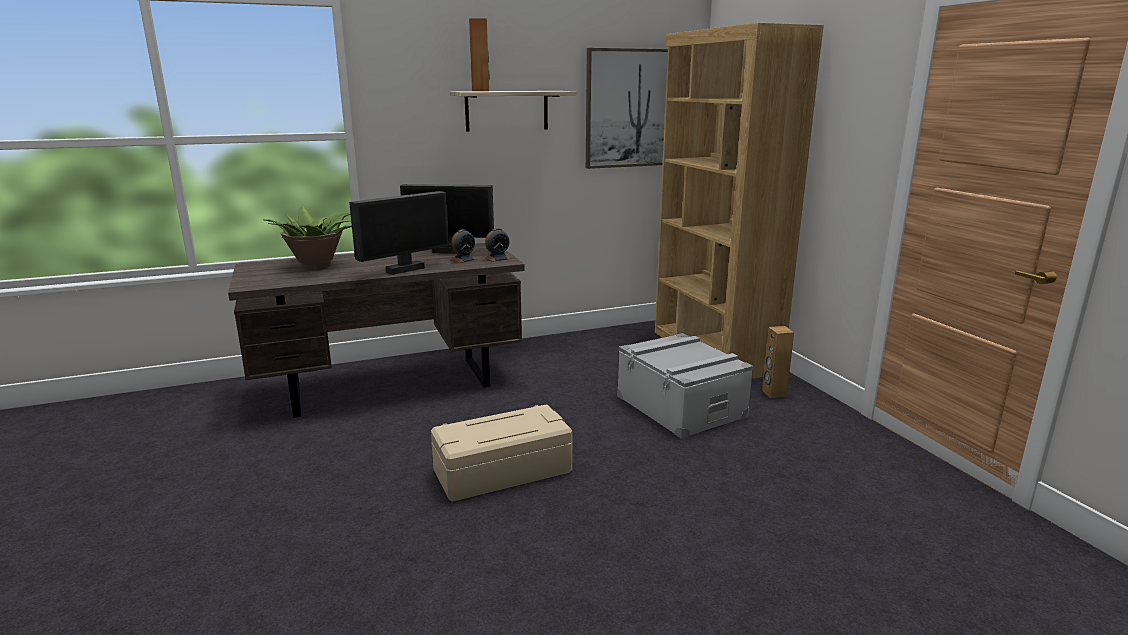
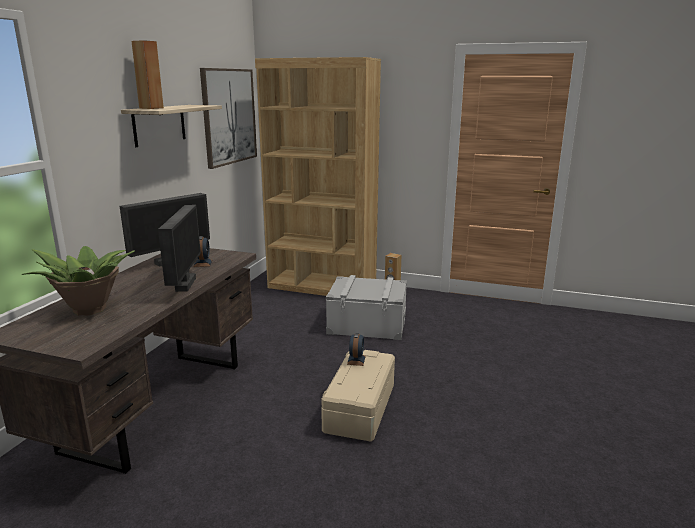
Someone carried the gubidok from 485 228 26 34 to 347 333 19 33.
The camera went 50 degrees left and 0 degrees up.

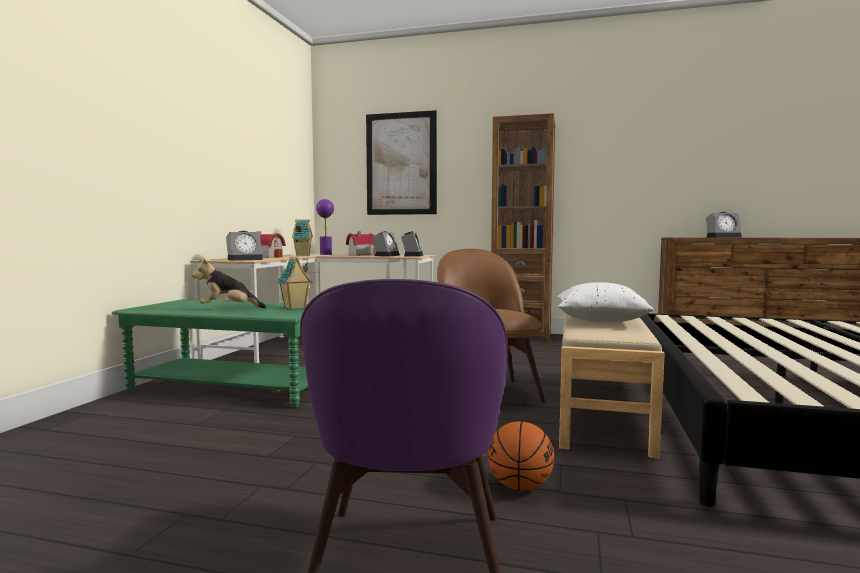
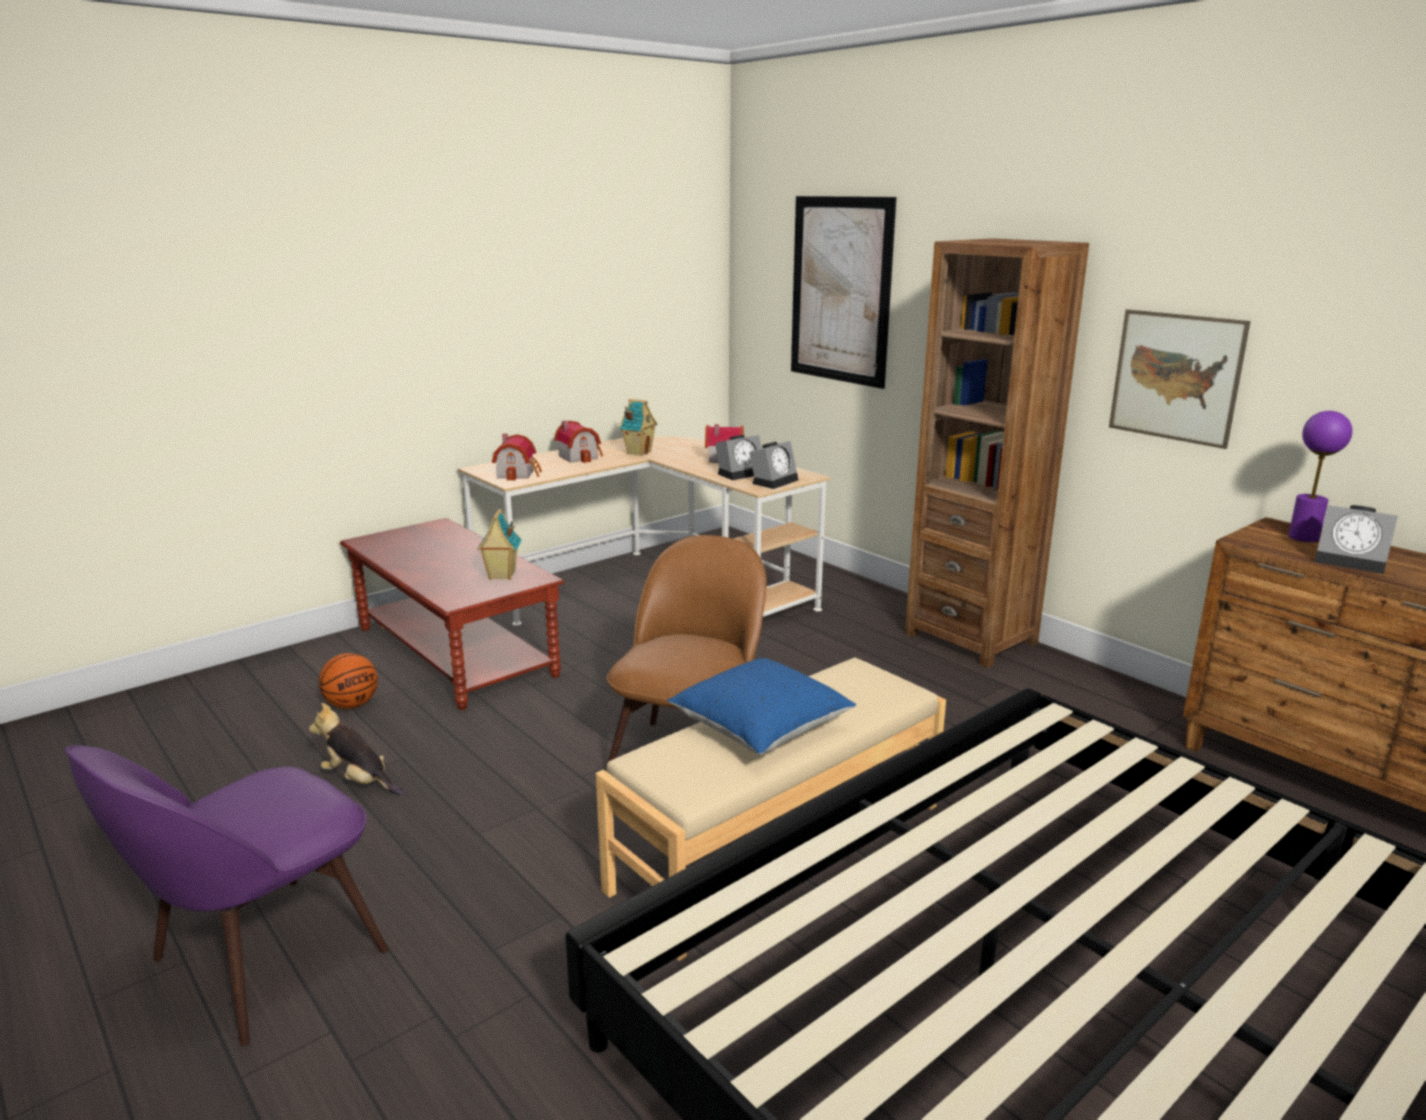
Someone put up the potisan at 1109 309 142 140.
Someone carried the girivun from 192 258 74 50 to 309 703 94 92.
Someone carried the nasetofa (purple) from 316 199 18 56 to 1288 411 64 131.
Someone carried the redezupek from 488 421 66 70 to 319 653 59 56.
Someone swapped the gubidok at 226 231 37 30 for the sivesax at 492 434 50 47.
Someone repainted the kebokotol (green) at 112 299 196 109, which became the kebokotol (brown) at 340 518 224 192.
Someone repainted the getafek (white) at 557 282 97 41, which became the getafek (blue) at 667 658 189 97.
The camera went 35 degrees right and 15 degrees up.

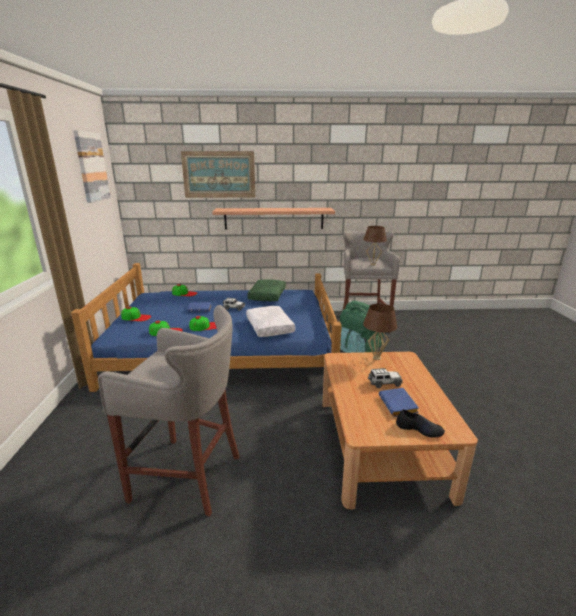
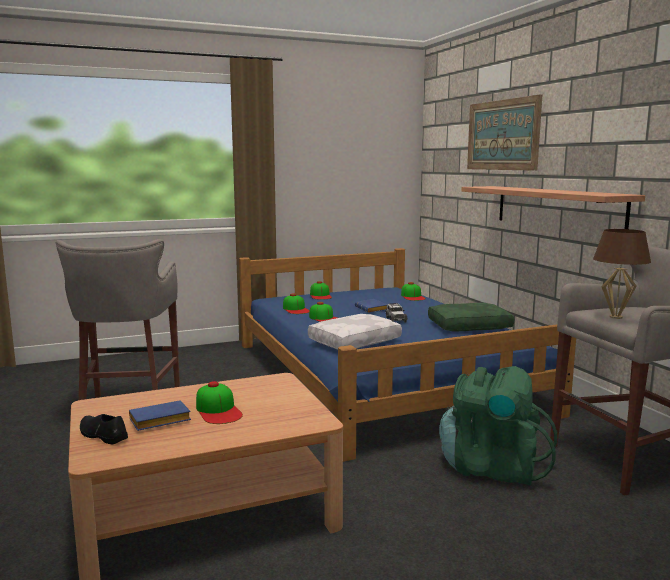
Someone took away the potisan at 73 130 38 73.
Someone took away the nasetofa (brown) at 363 304 34 56.
Someone swapped the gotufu at 368 368 35 20 for the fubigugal at 196 381 47 43.
Someone rotated the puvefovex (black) at 396 409 49 29 by 120 degrees clockwise.
The camera went 70 degrees right and 10 degrees down.

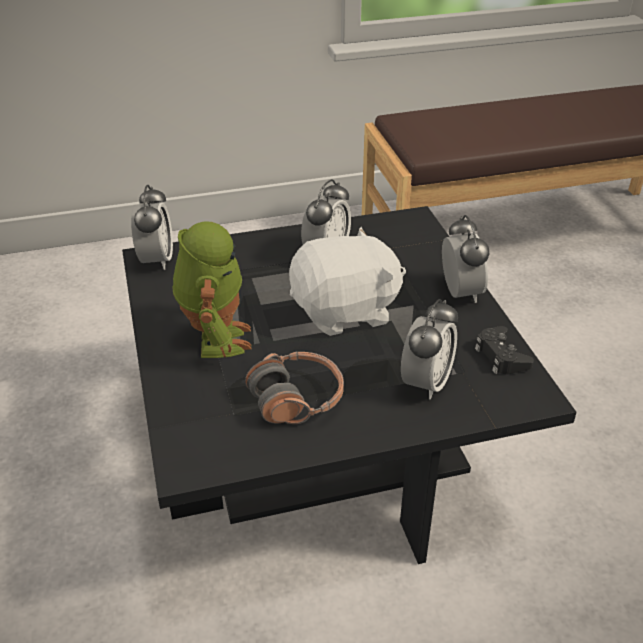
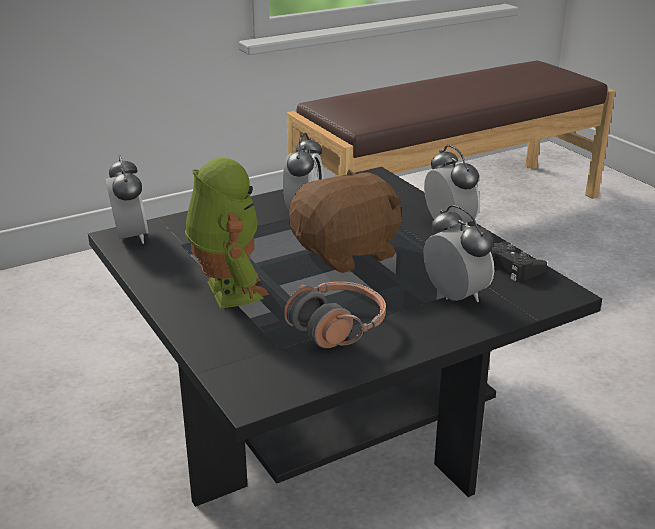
Someone repainted the girivun (white) at 289 227 117 109, which became the girivun (brown) at 289 169 113 104.
Someone rotated the gubidok at 401 299 57 101 by 45 degrees counterclockwise.
The camera went 15 degrees left and 10 degrees down.

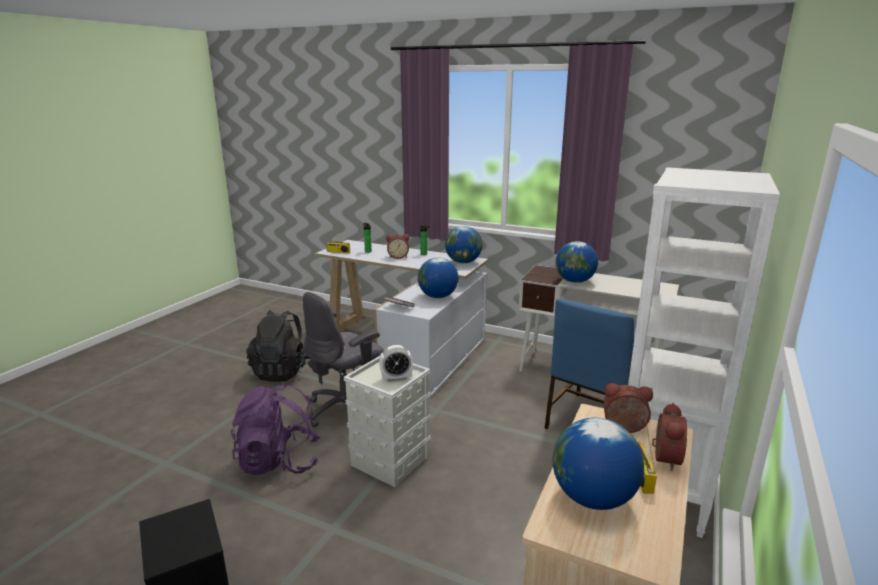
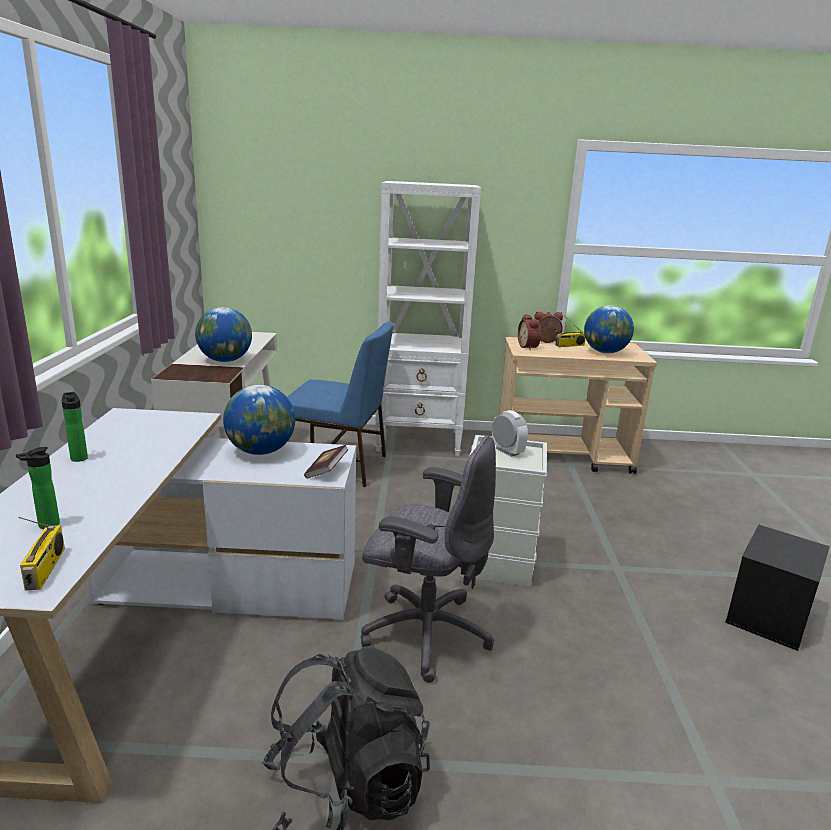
Someone took away the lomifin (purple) at 230 383 91 92.
Someone took away the gubidok at 386 234 23 25.
Someone took away the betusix at 445 226 37 37.
The camera went 115 degrees left and 0 degrees up.

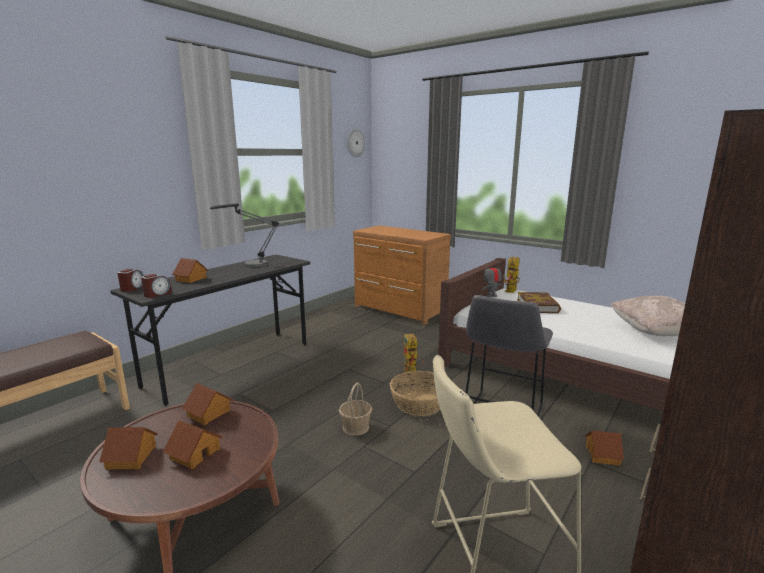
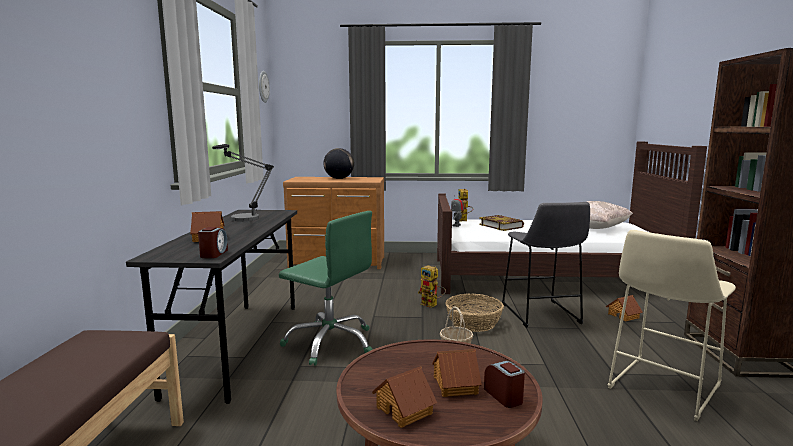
Someone took away the sivesax at 182 383 52 42.
Someone put down the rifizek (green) at 279 211 94 155.
Someone put down the betusix at 324 148 30 31.
Someone carried the gubidok from 117 269 27 23 to 484 361 41 47.
The camera went 35 degrees left and 5 degrees down.

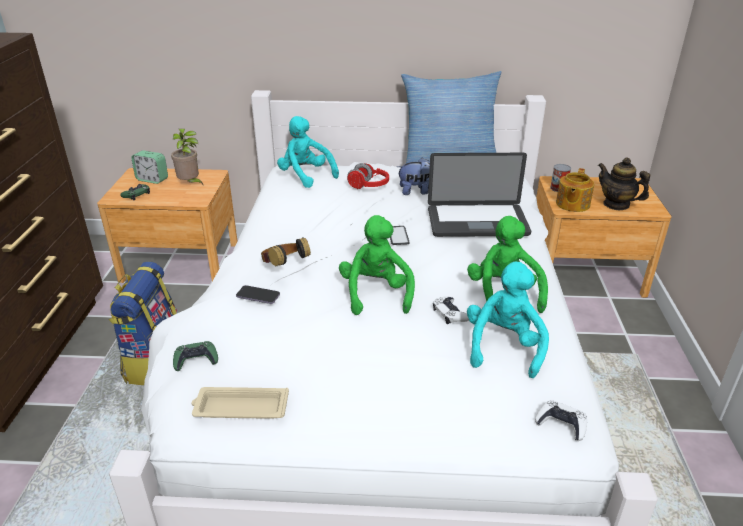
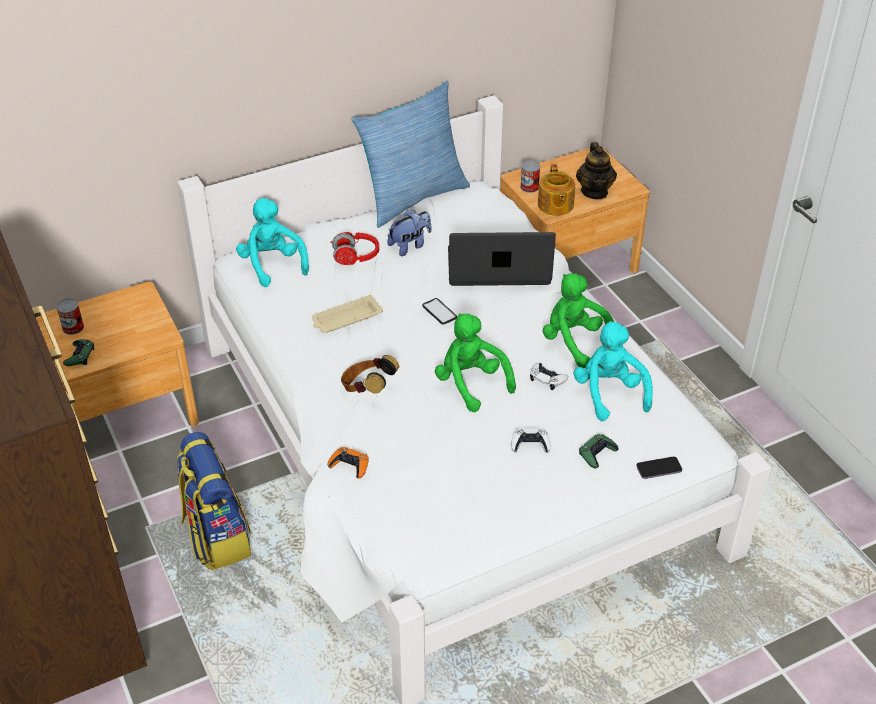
Someone took away the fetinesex at 171 129 33 57.
Someone put down the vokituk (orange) at 327 447 42 32.
Someone carried the vokituk (green) from 173 341 45 30 to 579 434 39 34.
Someone carried the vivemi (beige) from 191 387 98 32 to 312 295 71 38.
Someone carried the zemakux from 236 285 44 19 to 636 456 46 23.
Someone carried the vokituk (white) from 535 400 52 41 to 511 429 40 24.
Someone swapped the gubidok at 131 150 37 34 for the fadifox at 56 298 28 37.
Someone rotated the girivun (turquoise) at 277 116 62 72 by 45 degrees clockwise.
Someone rotated the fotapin at 428 153 103 84 by 150 degrees counterclockwise.
Someone rotated the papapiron at 598 157 52 53 by 105 degrees counterclockwise.
The camera went 30 degrees left and 10 degrees up.

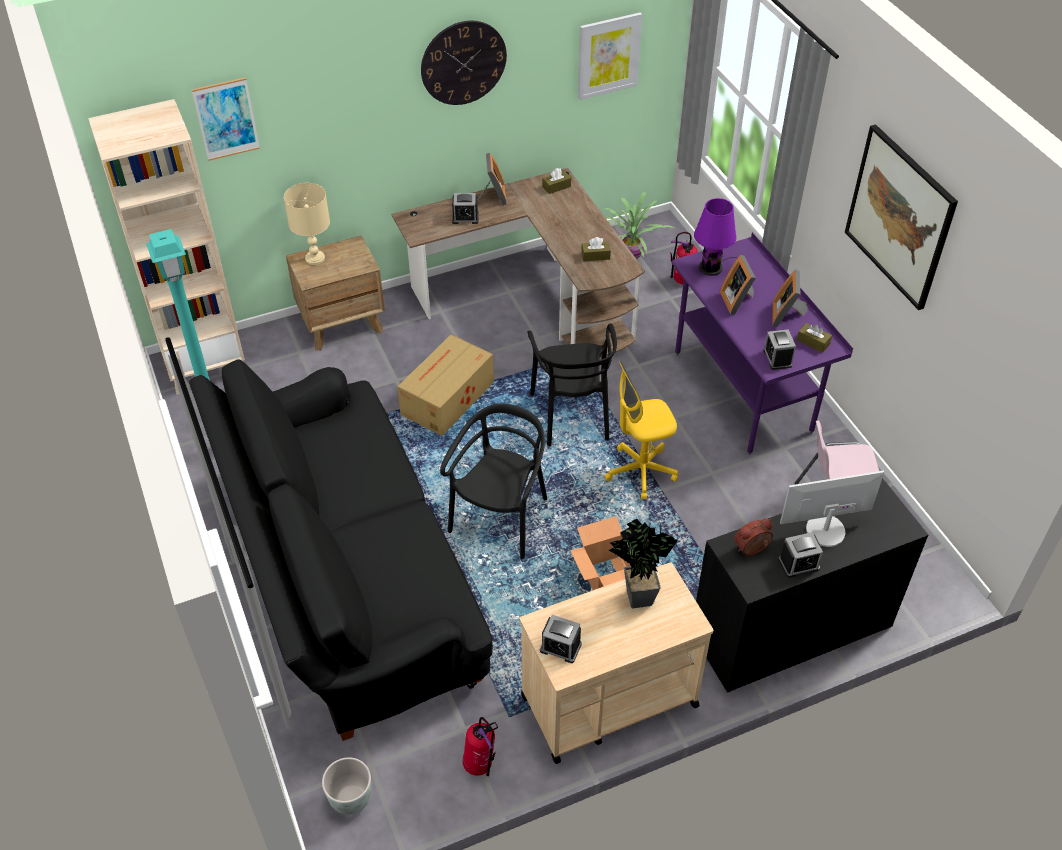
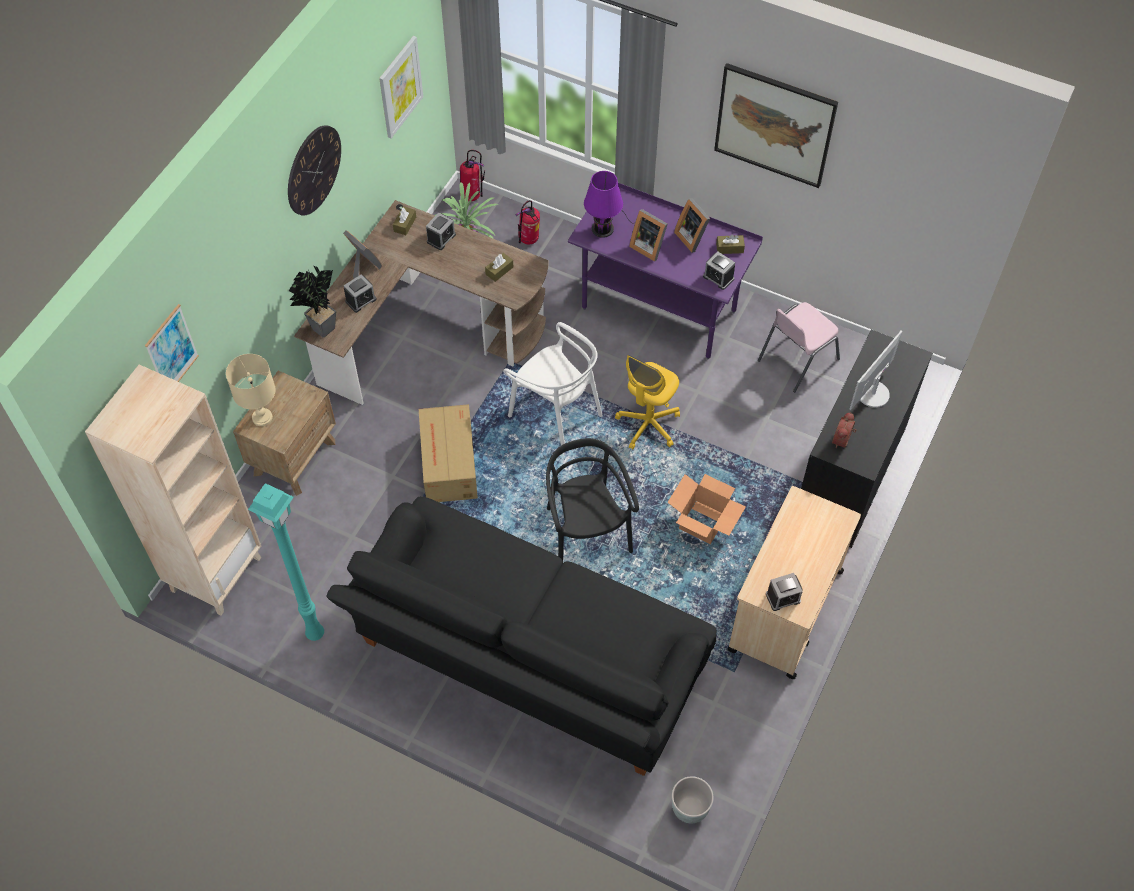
Someone carried the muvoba from 463 717 35 59 to 460 150 25 52.
Someone carried the fetinesex from 608 519 70 89 to 289 266 47 72.
Someone carried the gubidok from 778 532 45 46 to 426 213 30 37.
Someone repainted the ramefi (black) at 528 323 89 123, which became the ramefi (white) at 503 322 100 123.
The camera went 40 degrees left and 10 degrees up.

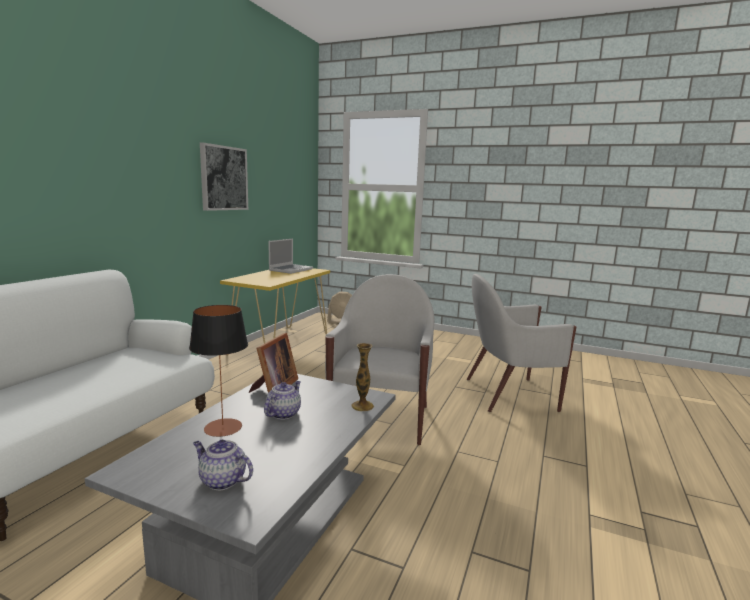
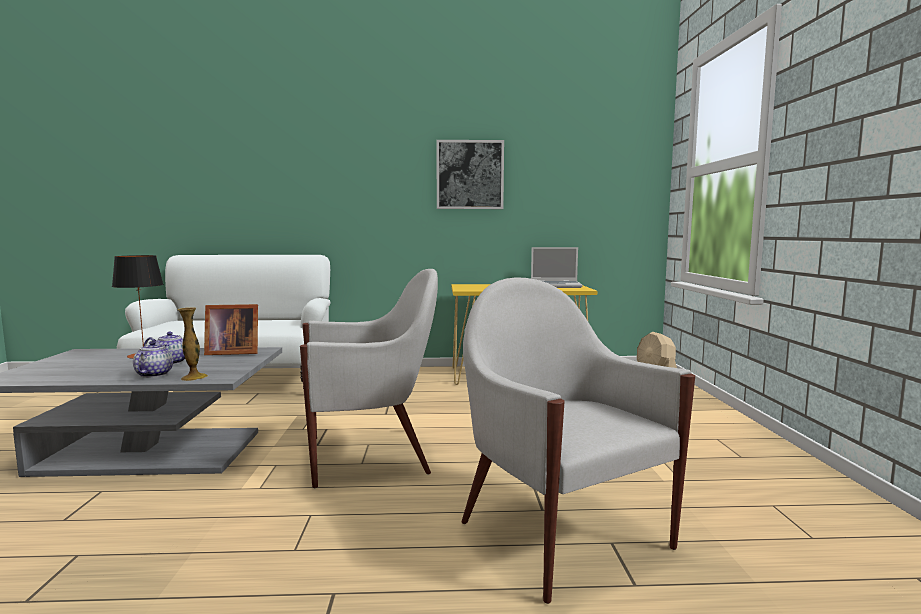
Someone carried the papapiron from 193 440 60 50 to 133 341 40 37.
The camera went 65 degrees right and 5 degrees down.

